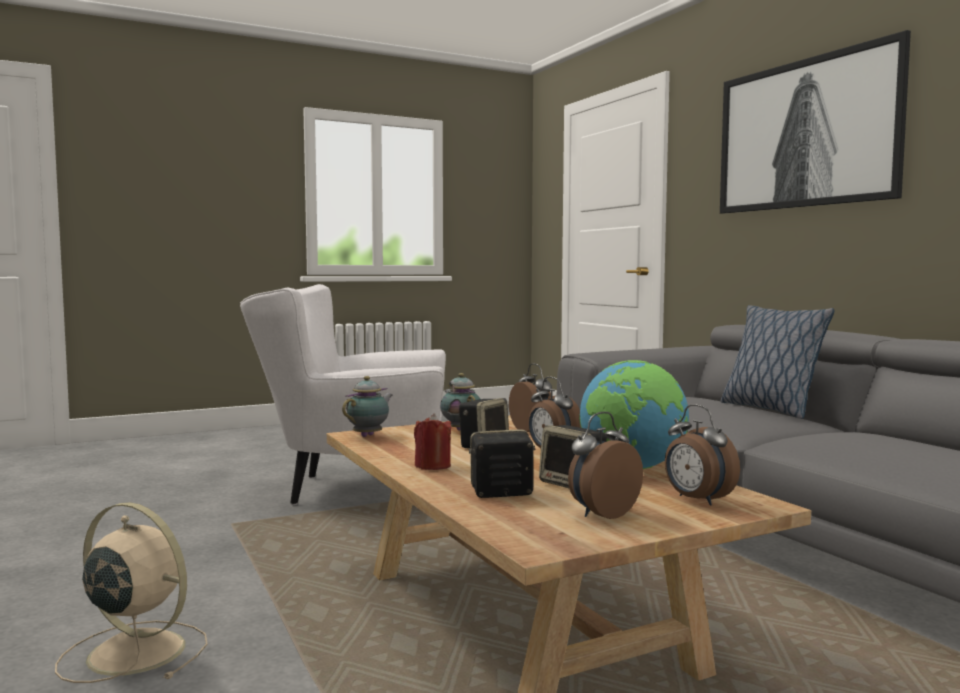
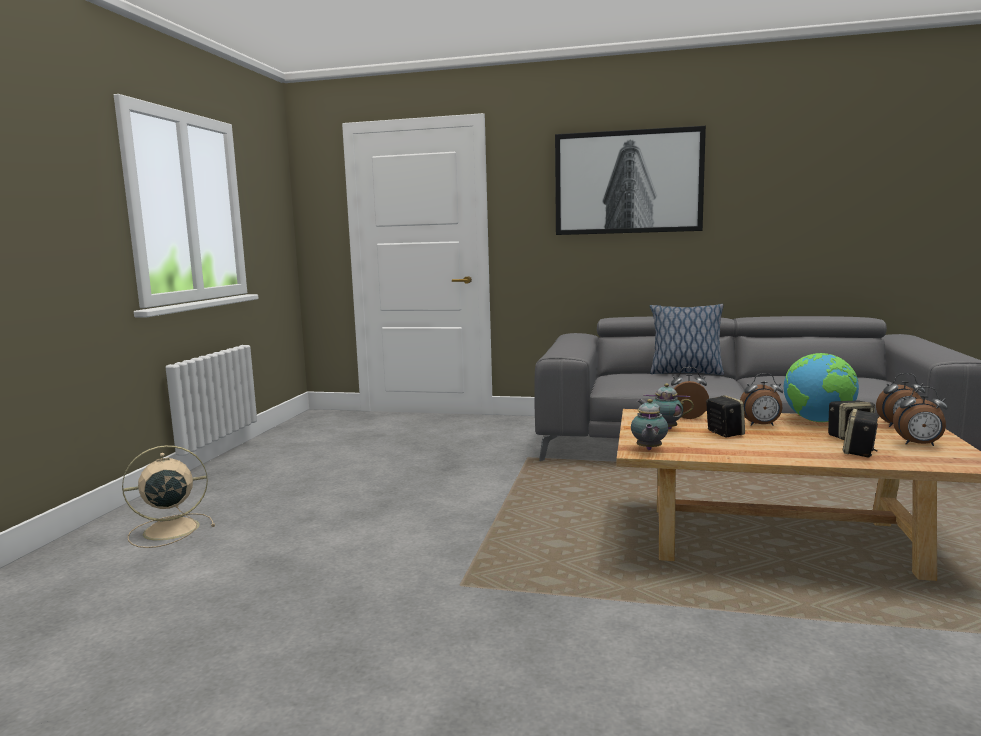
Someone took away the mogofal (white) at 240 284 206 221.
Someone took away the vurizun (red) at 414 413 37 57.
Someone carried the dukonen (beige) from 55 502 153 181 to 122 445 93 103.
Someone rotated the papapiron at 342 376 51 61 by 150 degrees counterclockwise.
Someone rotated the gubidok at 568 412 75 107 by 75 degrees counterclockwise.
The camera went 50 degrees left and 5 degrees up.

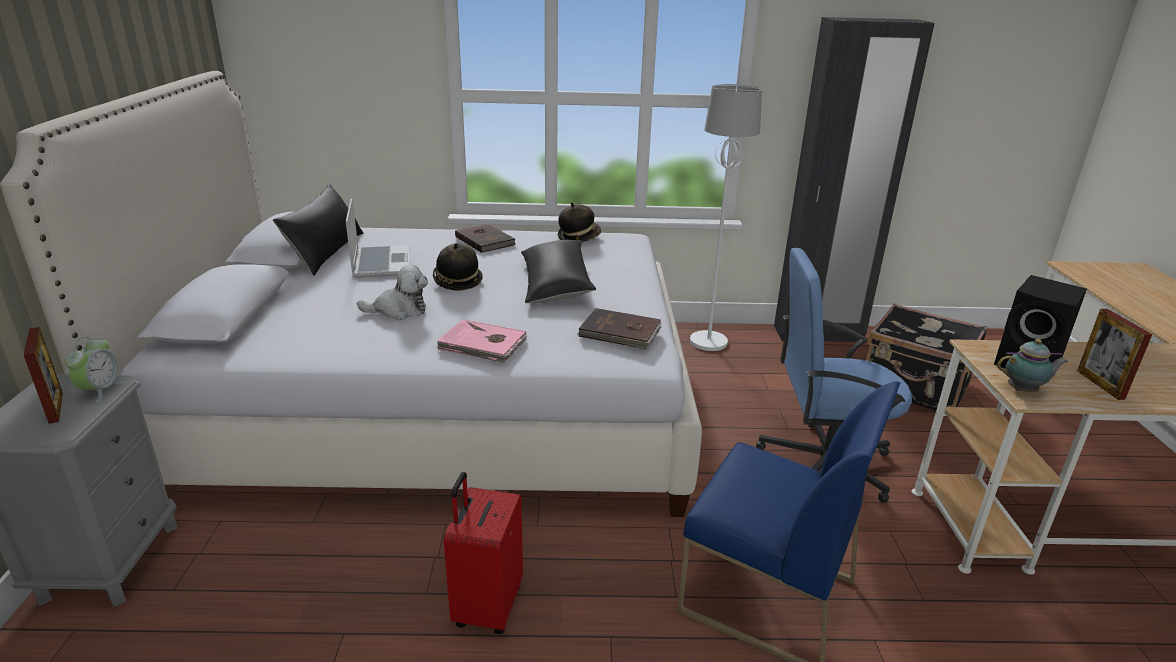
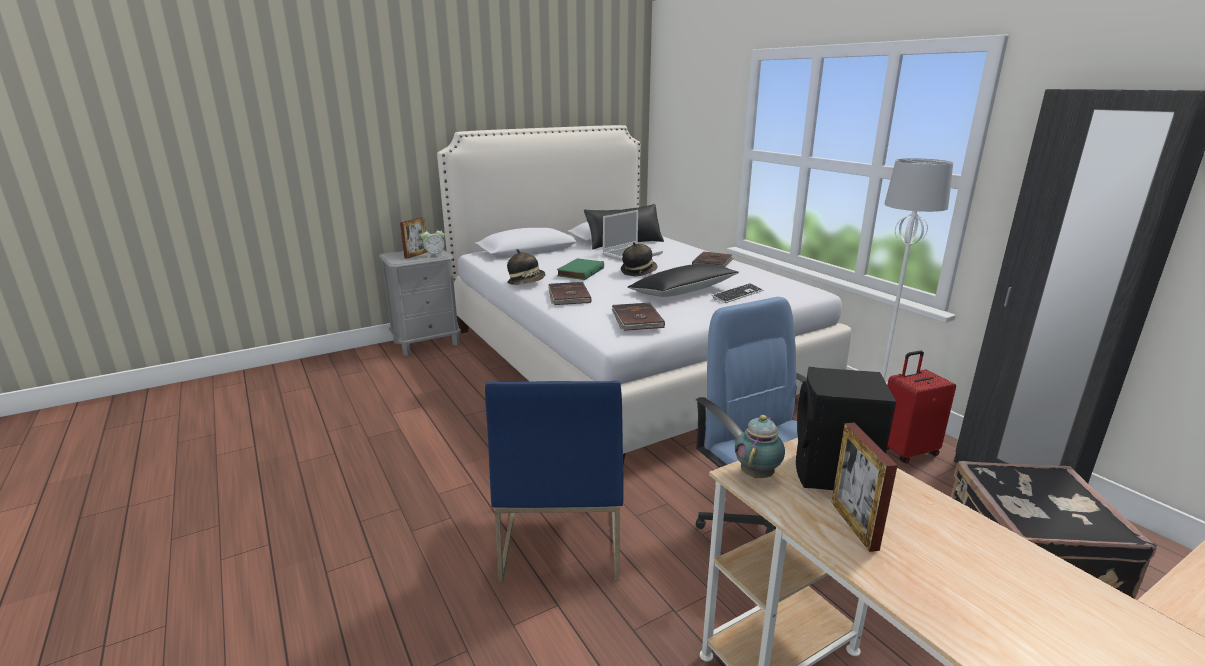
Someone put down the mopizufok at 712 283 51 20.
Someone carried the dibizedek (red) from 444 472 79 162 to 887 350 69 113.
Someone carried the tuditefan from 558 202 43 40 to 507 249 38 36.
Someone swapped the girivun at 357 265 71 55 for the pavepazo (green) at 557 258 47 22.
Someone repainted the pavepazo (pink) at 436 319 91 44, which became the pavepazo (brown) at 548 282 43 23.
Someone rotated the papapiron at 997 339 71 53 by 120 degrees counterclockwise.
Someone rotated the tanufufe at 1077 309 75 91 by 60 degrees counterclockwise.
The camera went 60 degrees right and 5 degrees down.

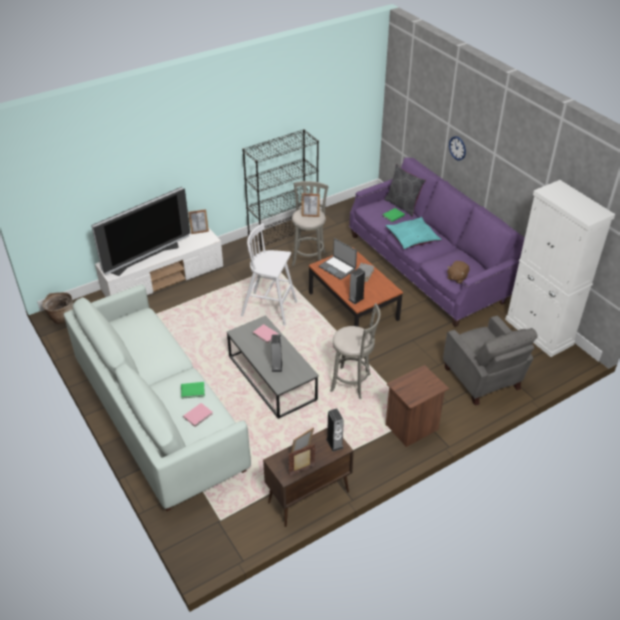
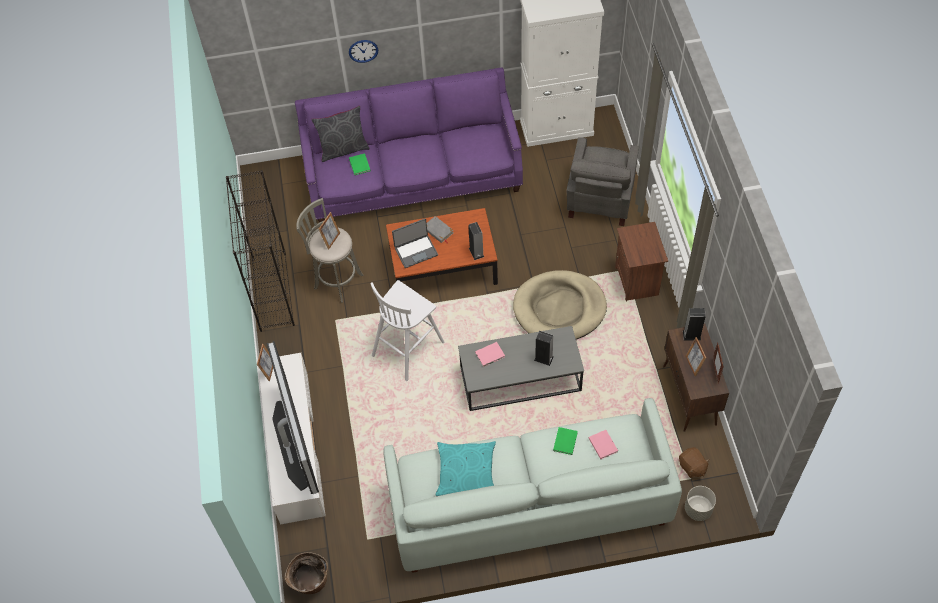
Someone put down the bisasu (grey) at 685 486 31 35.
Someone carried the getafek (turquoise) from 386 217 55 32 to 436 441 60 55.
Someone carried the girivun (brown) from 447 261 22 23 to 679 447 30 31.
Someone swapped the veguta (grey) at 330 303 50 96 for the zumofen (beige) at 513 270 94 70.
Someone rotated the mogofal (grey) at 443 316 95 90 by 105 degrees clockwise.
The camera went 65 degrees left and 15 degrees up.

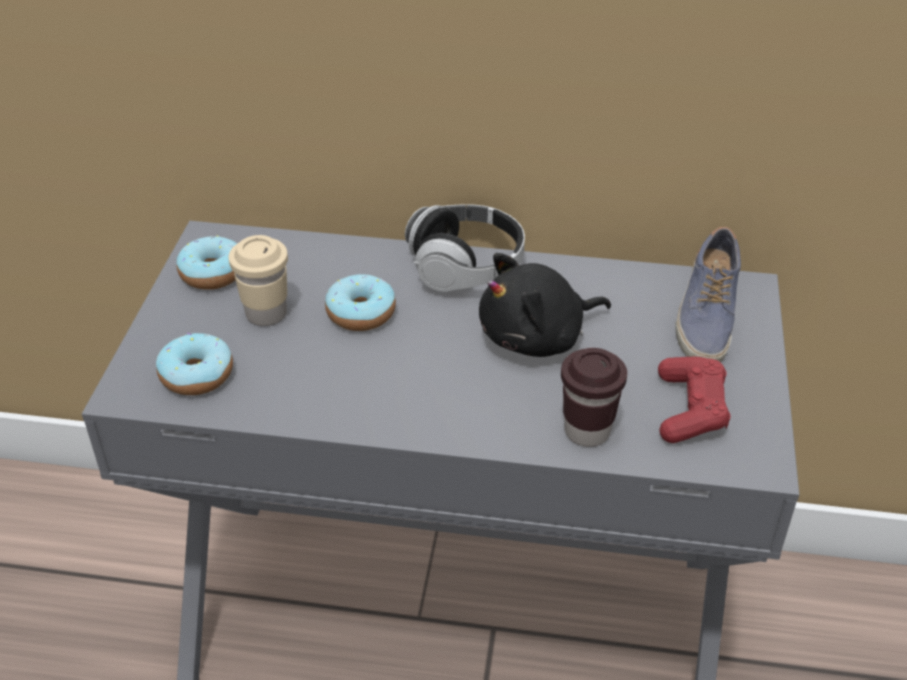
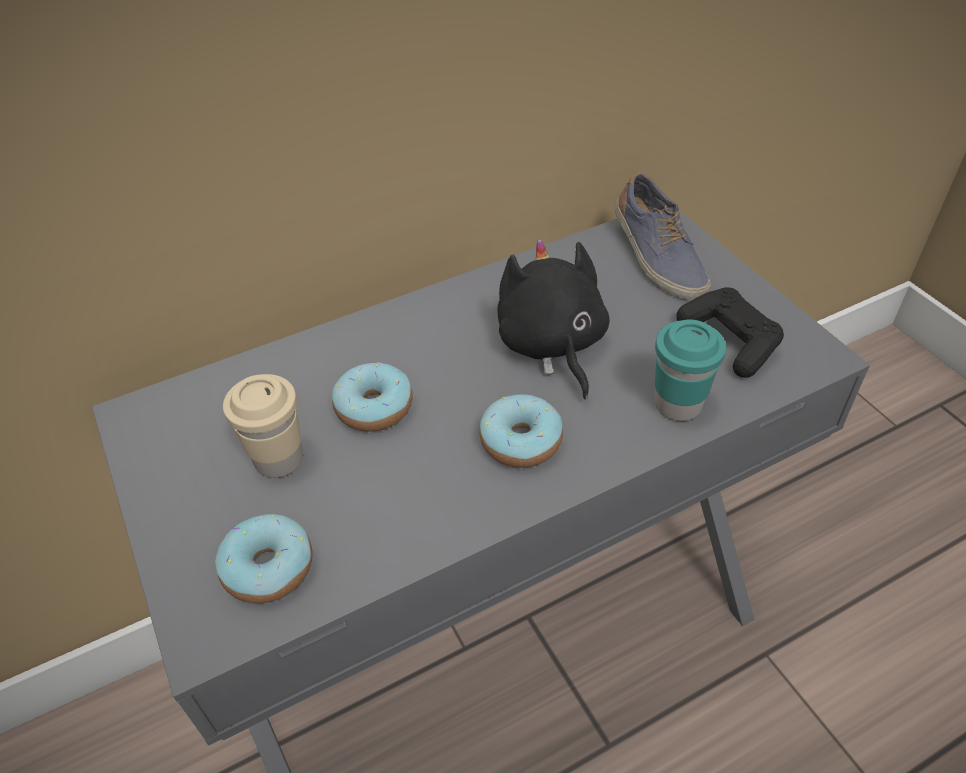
Someone took away the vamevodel at 405 204 120 88.
Someone carried the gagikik from 176 236 61 54 to 479 394 84 74.
Someone repainted the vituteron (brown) at 561 348 66 99, which became the vituteron (turquoise) at 655 319 71 102.
Someone repainted the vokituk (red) at 658 357 73 86, which became the vokituk (black) at 676 287 108 91.
Someone rotated the girivun (black) at 479 253 132 104 by 135 degrees clockwise.
The camera went 35 degrees left and 5 degrees up.

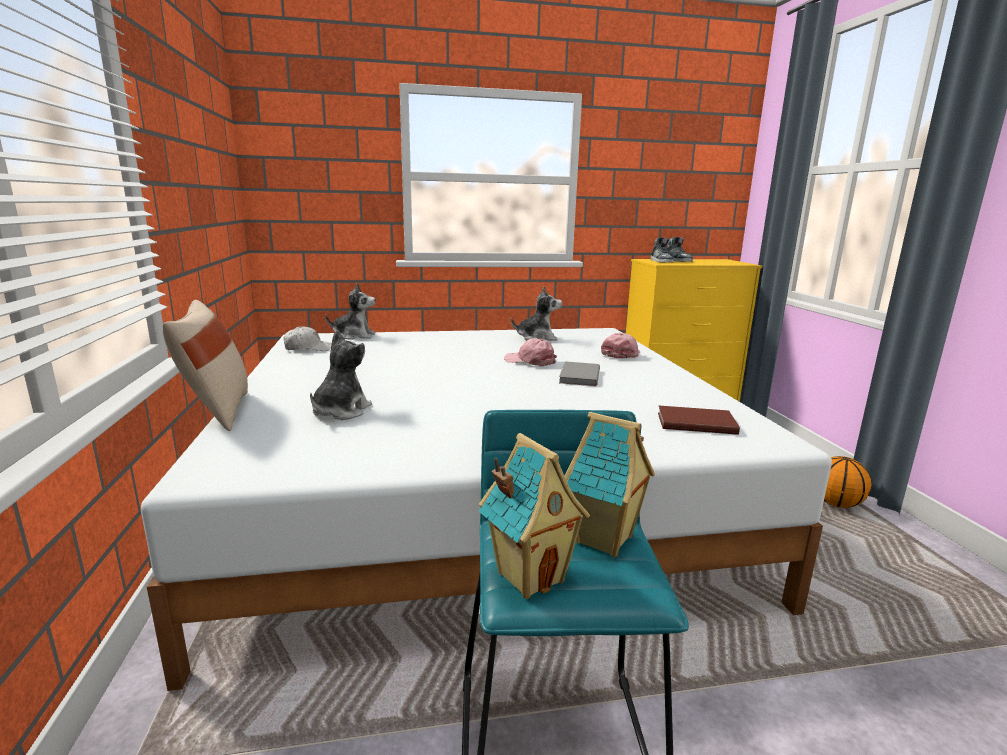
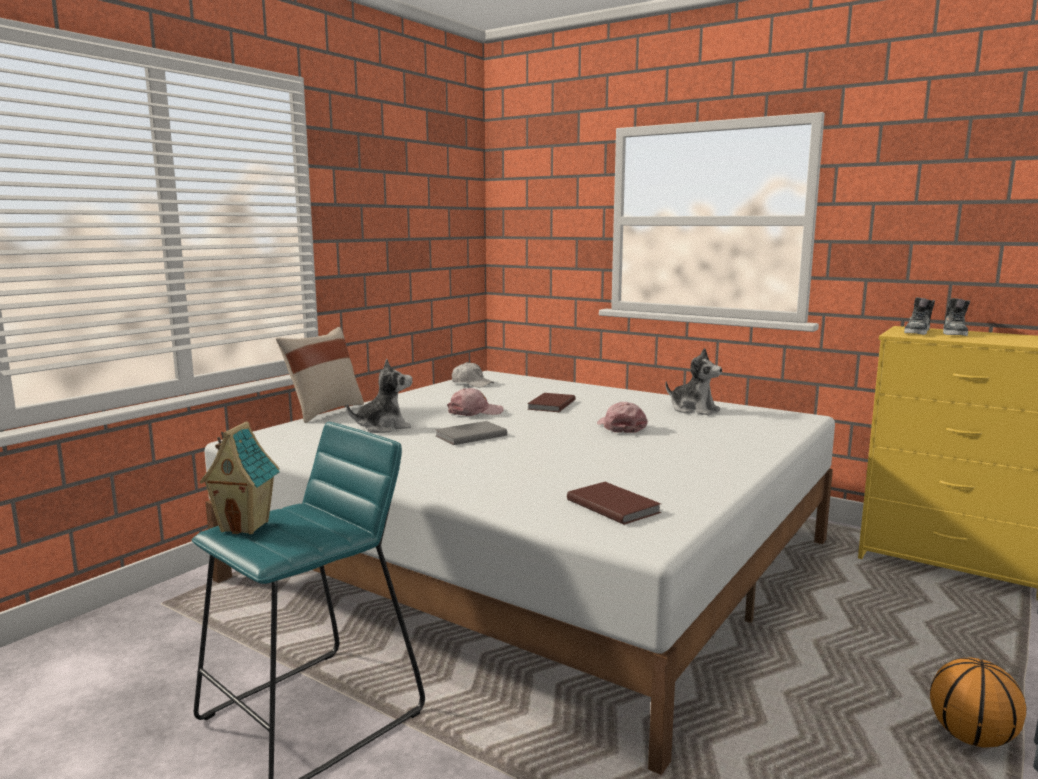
Someone took away the girivun at 325 283 51 57.
Someone took away the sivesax at 565 412 90 145.
Someone put down the pavepazo (brown) at 527 393 48 19.
Someone carried the pavepazo (grey) from 559 361 41 25 to 435 421 72 24.
Someone carried the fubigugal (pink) from 601 333 39 25 to 447 388 57 28.
The camera went 45 degrees right and 5 degrees down.

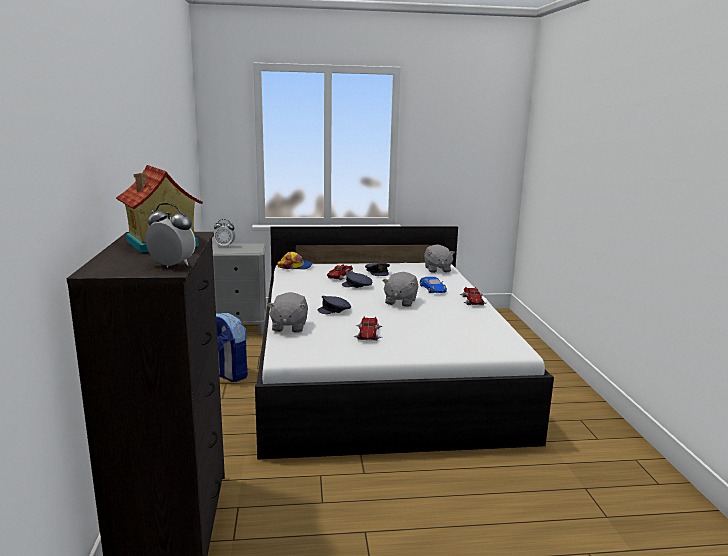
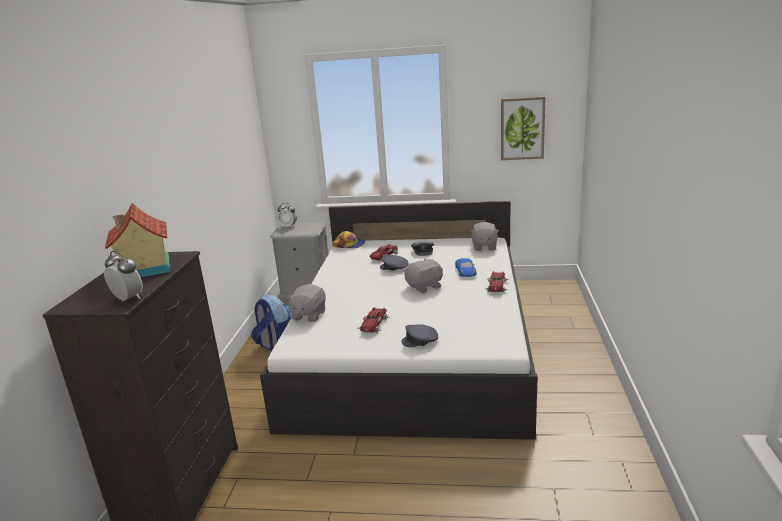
Someone put up the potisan at 501 96 45 64.
Someone carried the fubigugal (grey) from 318 296 33 18 to 401 324 37 23.
Someone rotated the girivun (grey) at 382 272 36 35 by 150 degrees counterclockwise.
The camera went 15 degrees right and 5 degrees up.

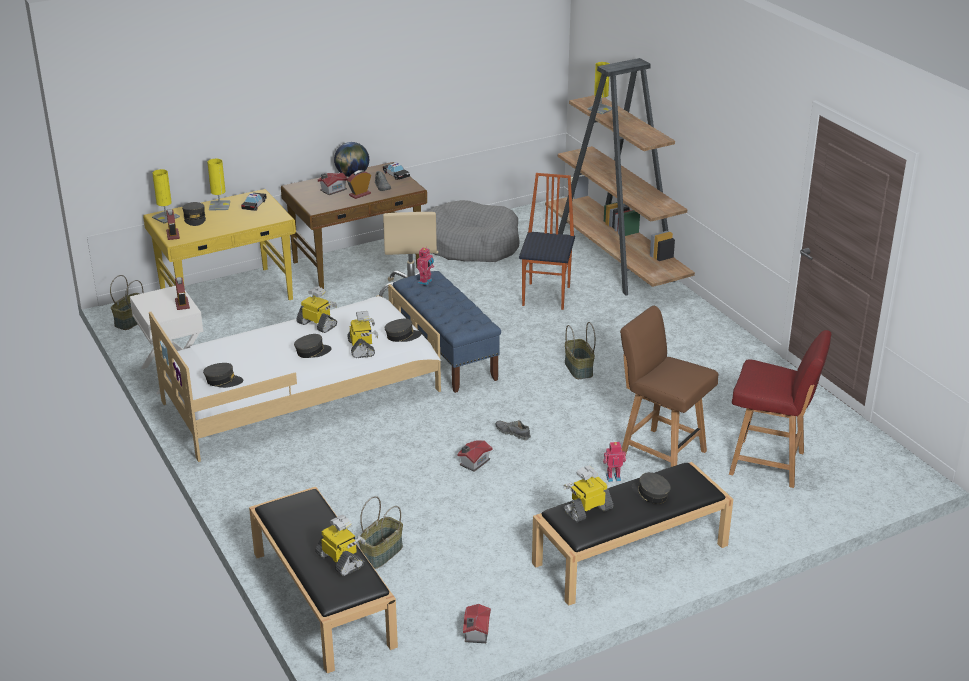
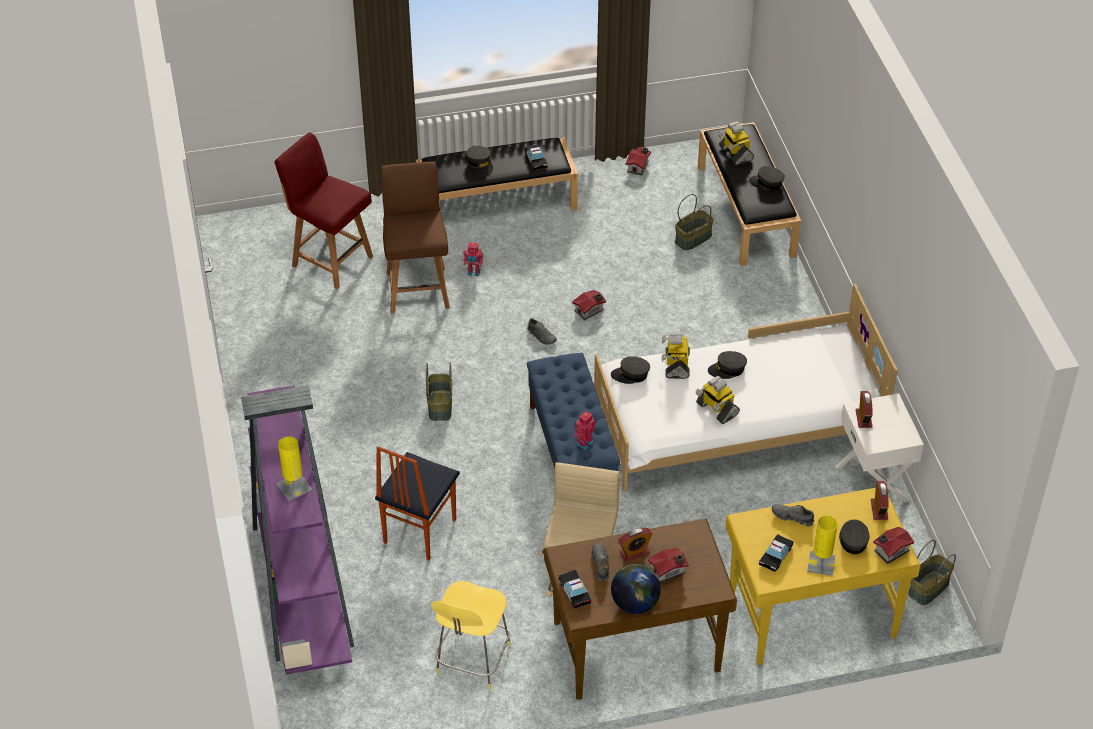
Someone put down the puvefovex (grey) at 772 504 42 22.
Someone carried the fubigugal (grey) from 203 363 40 25 to 749 166 36 24.
Someone swapped the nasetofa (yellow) at 152 169 28 55 for the sivesax at 873 527 41 37.
Someone swapped the zumofen (grey) at 428 200 91 62 for the veguta (yellow) at 431 581 80 108.
Someone swapped the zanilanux at 563 466 50 56 for the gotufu at 525 144 23 26.
Someone repainted the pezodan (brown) at 545 58 150 238, which became the pezodan (purple) at 241 385 113 290.
Someone rotated the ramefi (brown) at 620 306 98 161 by 150 degrees counterclockwise.
The camera went 165 degrees left and 15 degrees up.

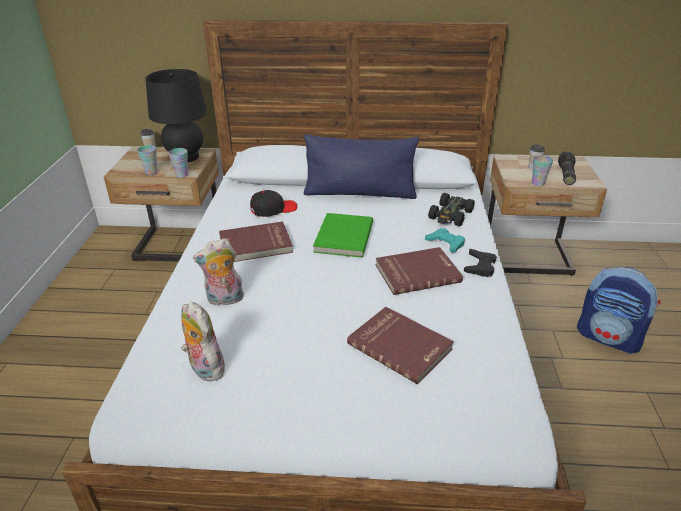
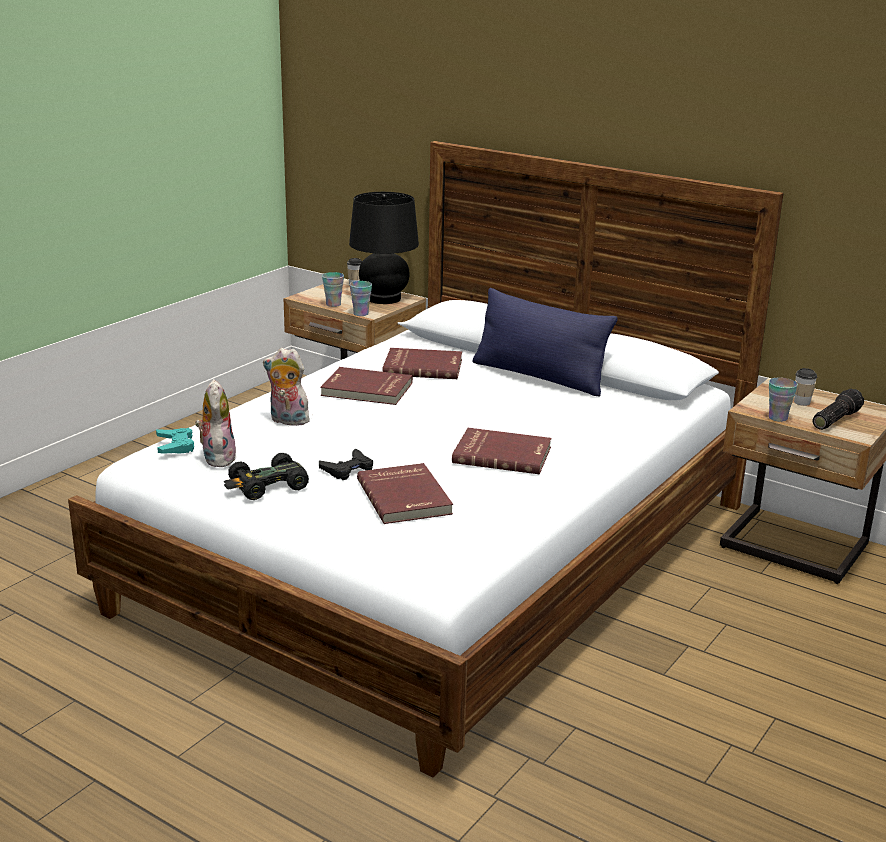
Someone took away the pavepazo (green) at 313 213 60 45.
Someone took away the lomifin at 577 267 83 87.
Someone carried the vokituk (turquoise) from 425 228 40 24 to 156 428 38 26.
Someone carried the gotufu (black) from 428 193 47 33 to 224 453 85 47.
Someone carried the vokituk (black) from 464 249 33 28 to 319 449 54 31.
Someone swapped the fubigugal (black) at 250 190 47 27 for the pavepazo (red) at 382 348 80 31.
The camera went 30 degrees right and 10 degrees down.

